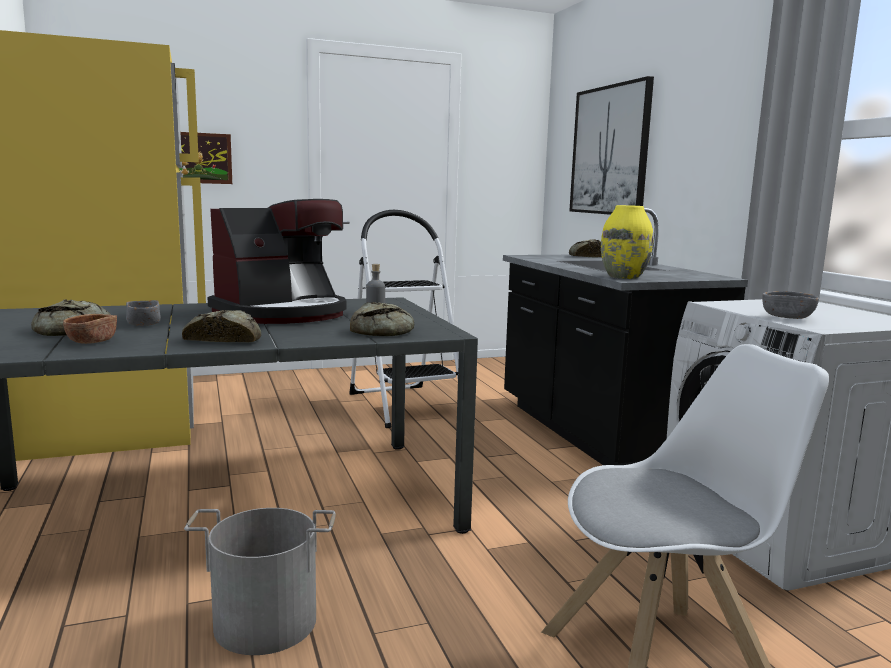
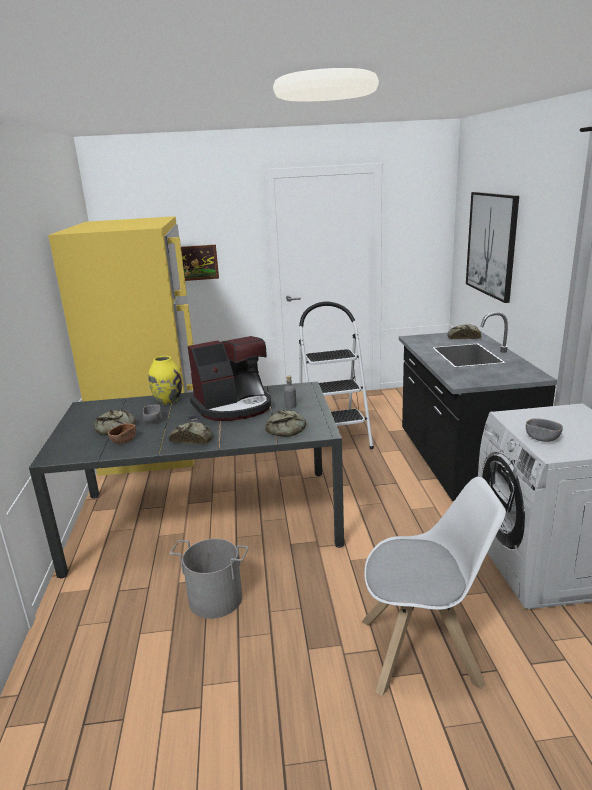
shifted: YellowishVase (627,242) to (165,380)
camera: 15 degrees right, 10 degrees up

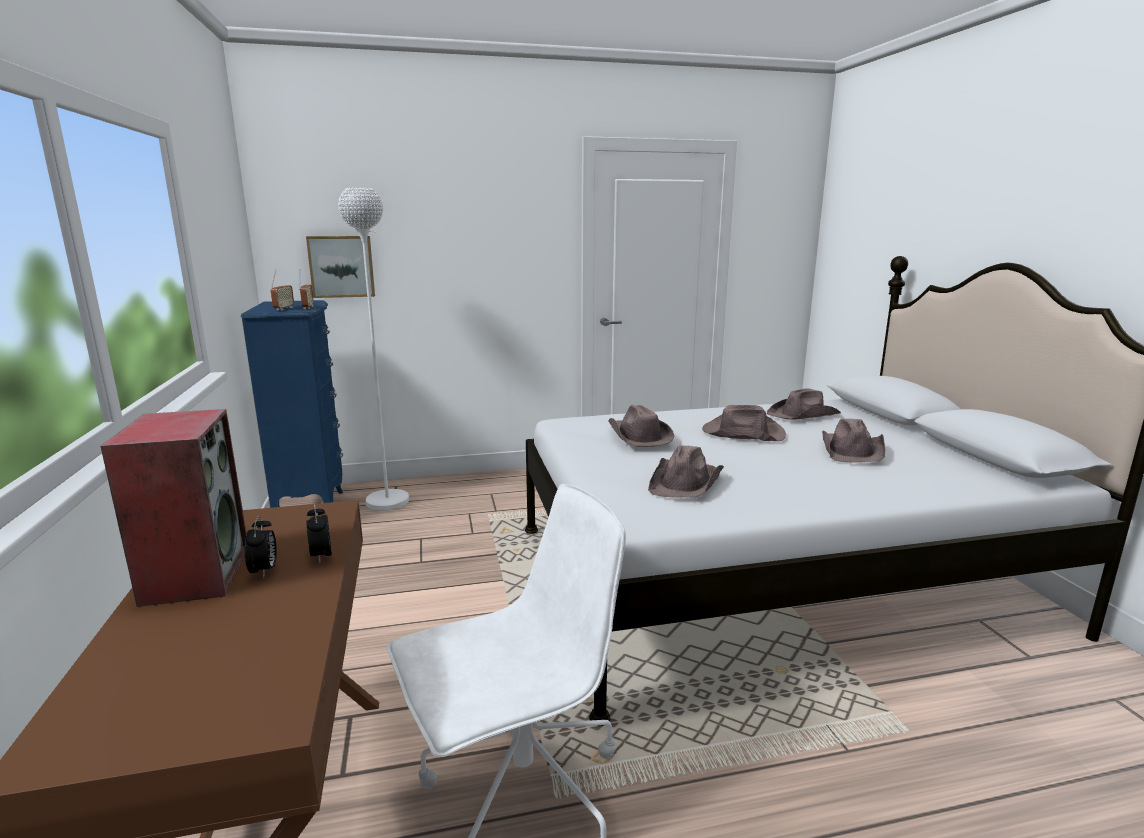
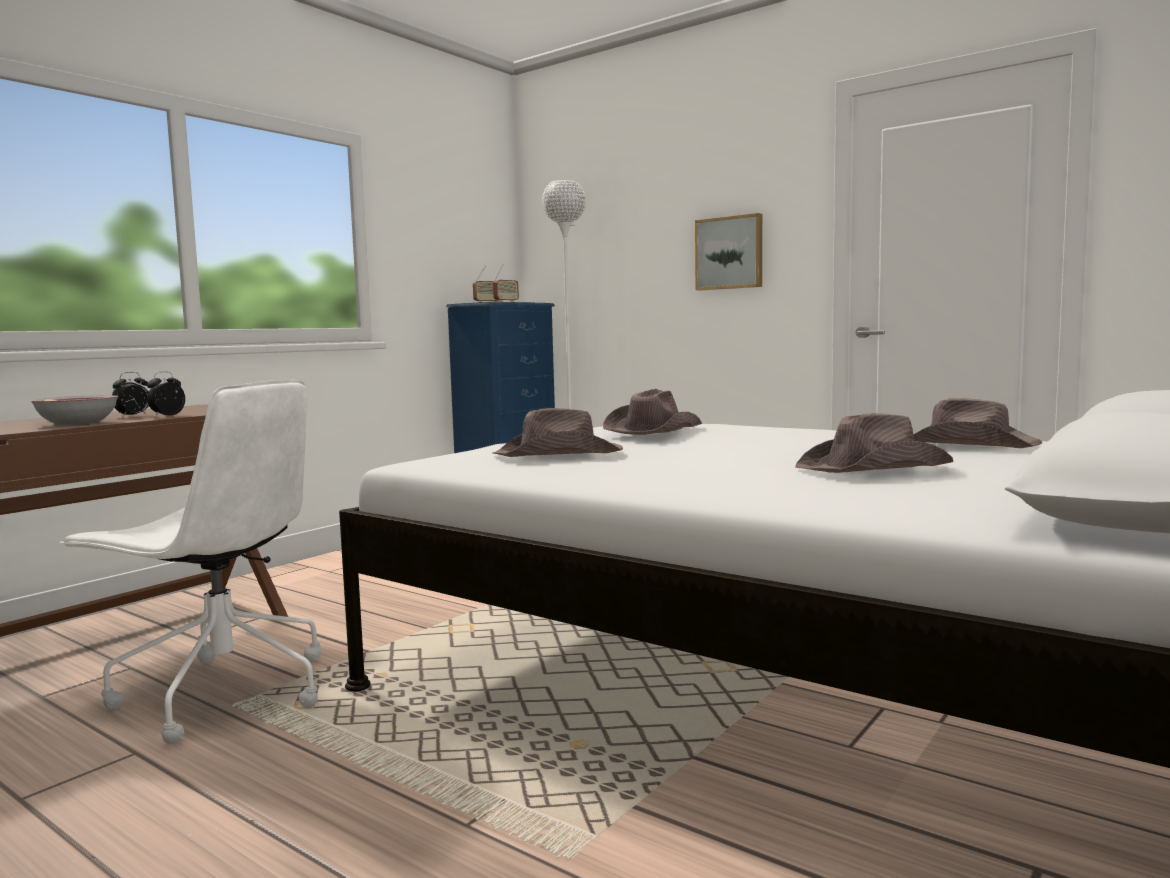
gone: BrownishWearableHat (744,423); AudioSpeaker (173,508)
new: ServingBowl (74,410)
shifted: Picture (340,267) to (728,251)
camera: 50 degrees right, 10 degrees down

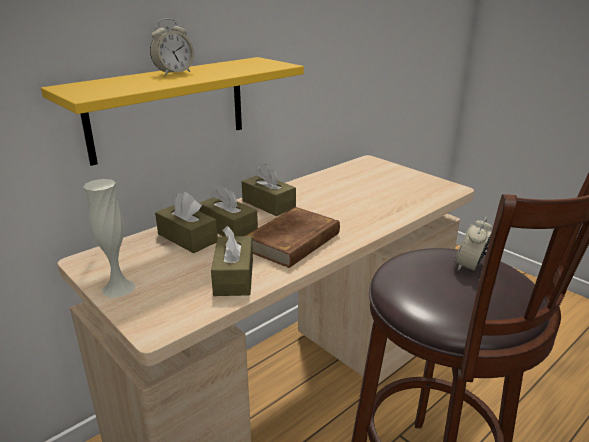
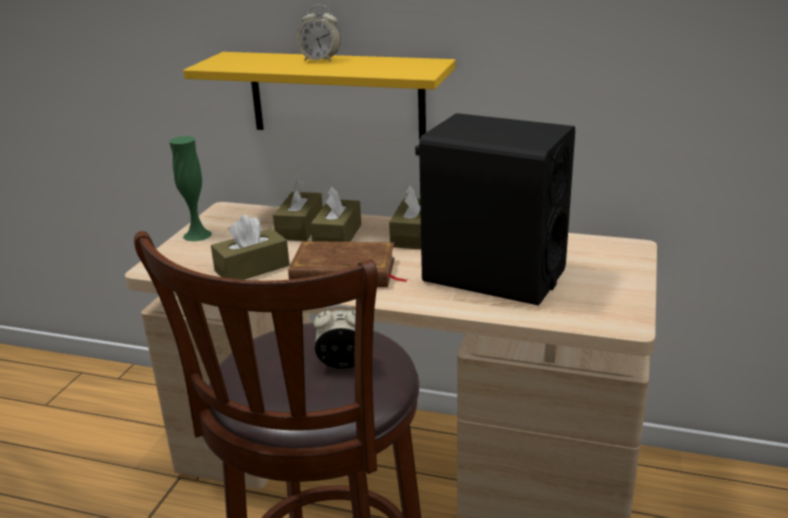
new: BlackColouredAudioSpeaker (495,209)
repainted: WhitishVase (109,238) to GreenishVase (190,189)
camera: 60 degrees right, 0 degrees up

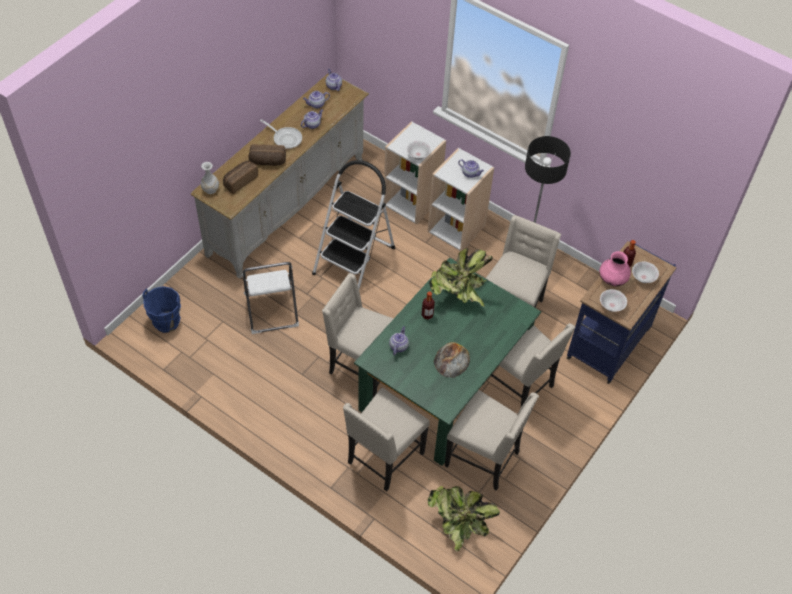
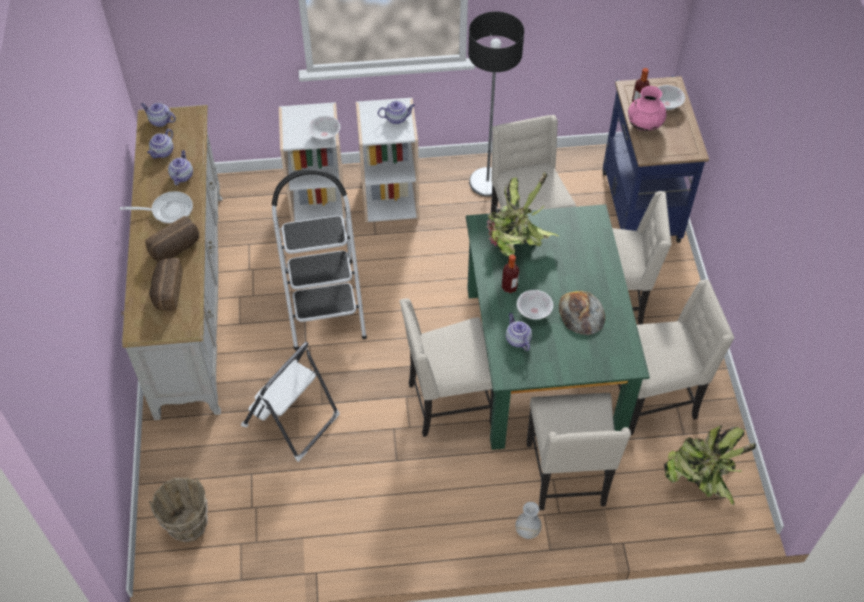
shifted: WhitishVase (210,178) to (528,520); WhitishServingBowl (613,300) to (535,305)
repainted: BlueBucket (161,309) to BrownishBucket (178,510)
camera: 40 degrees left, 0 degrees up

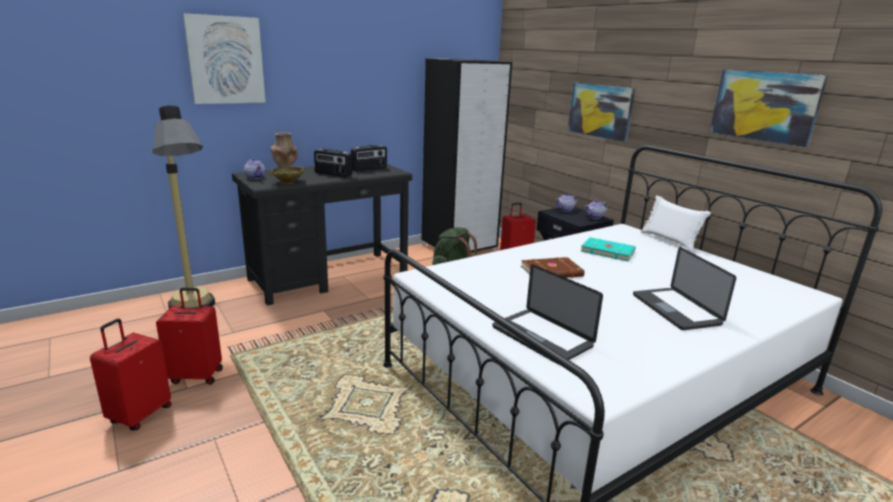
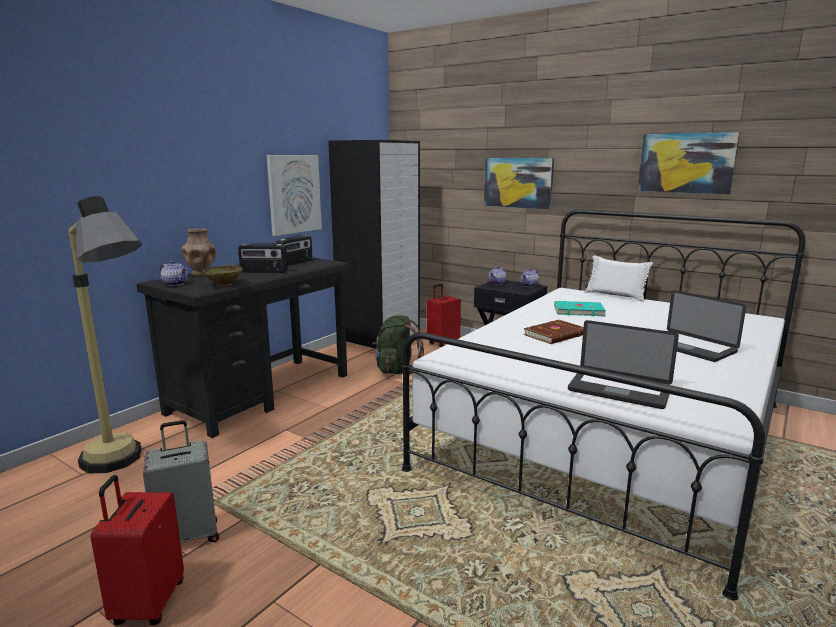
shifted: Picture (224,58) to (294,195)
repainted: ReddishTravelCase (189,336) to GrayTravelCase (181,481)
camera: 20 degrees left, 5 degrees down

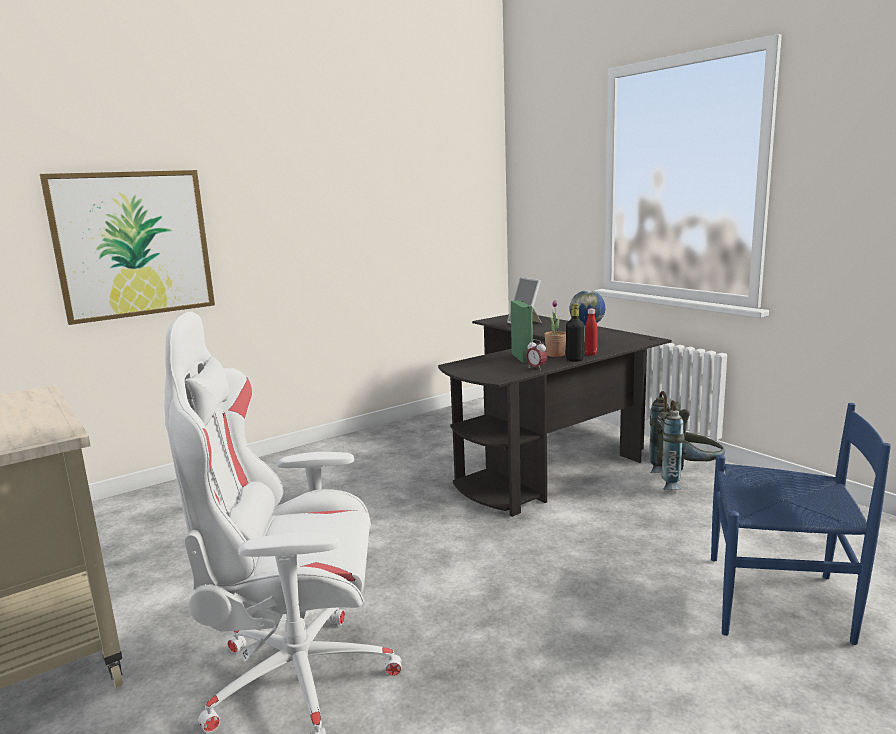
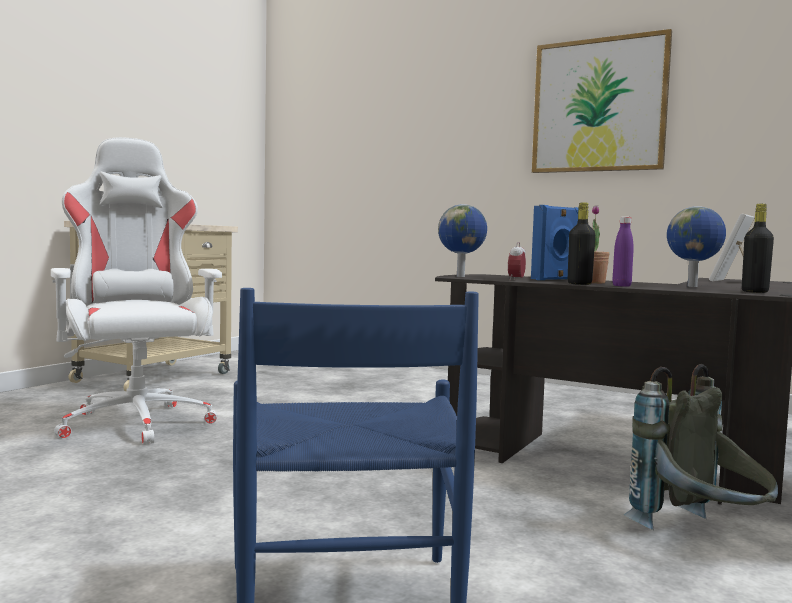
new: DeskGlobe (462,240); BlackColouredDrinkBottle (758,248)
shifted: Picture (127,247) to (602,101)
repainted: GreenishAudioSpeaker (522,331) to BlueAudioSpeaker (555,242); ReddishDrinkBottle (591,332) to PurplishDrinkBottle (623,252)
camera: 65 degrees right, 10 degrees down

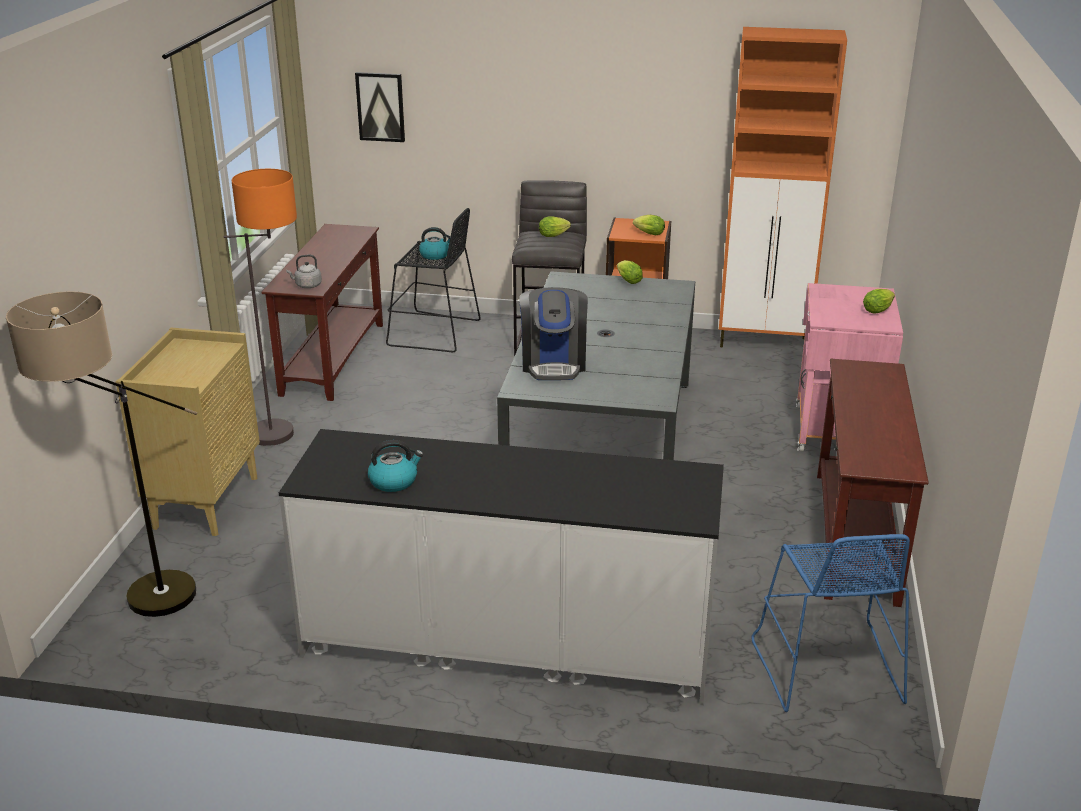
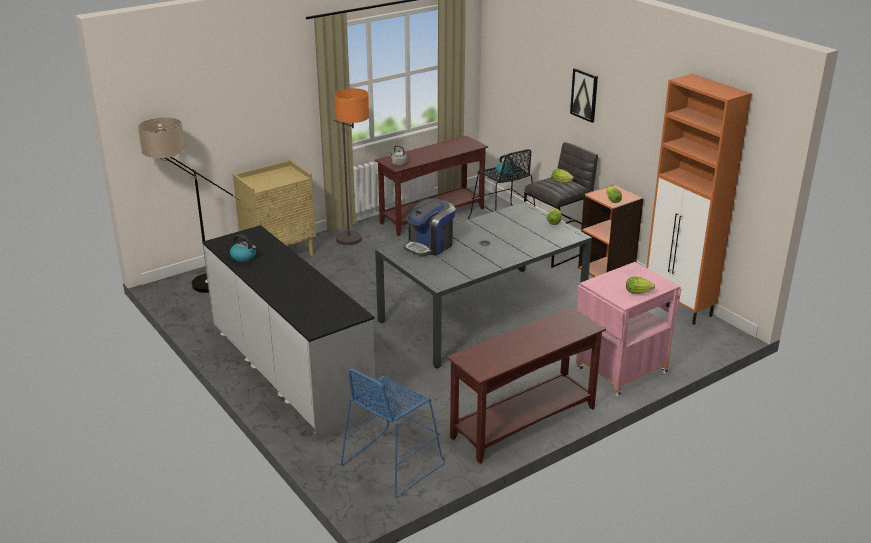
shifted: Picture (380,107) to (584,95)
camera: 45 degrees right, 0 degrees up

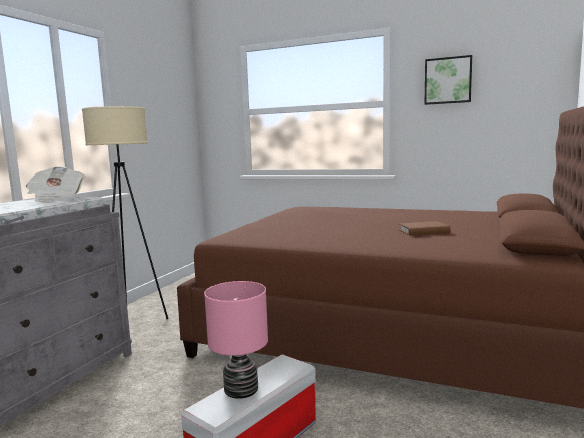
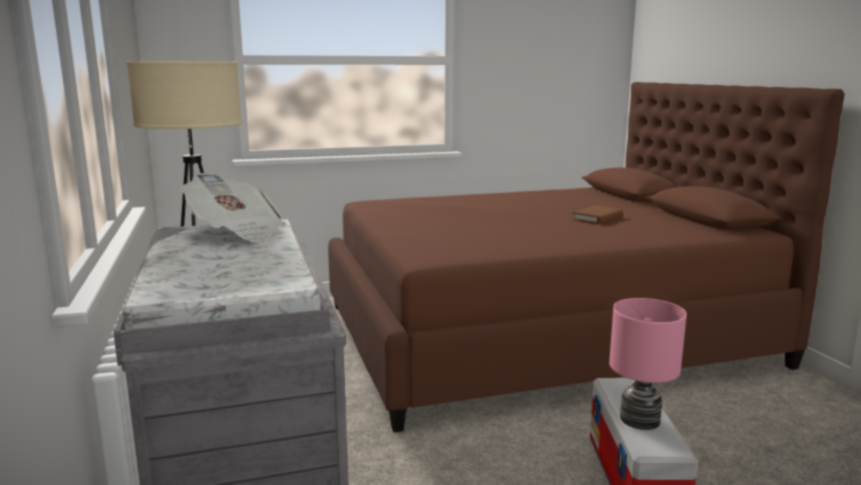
gone: Picture (448,80)
camera: 40 degrees left, 5 degrees up

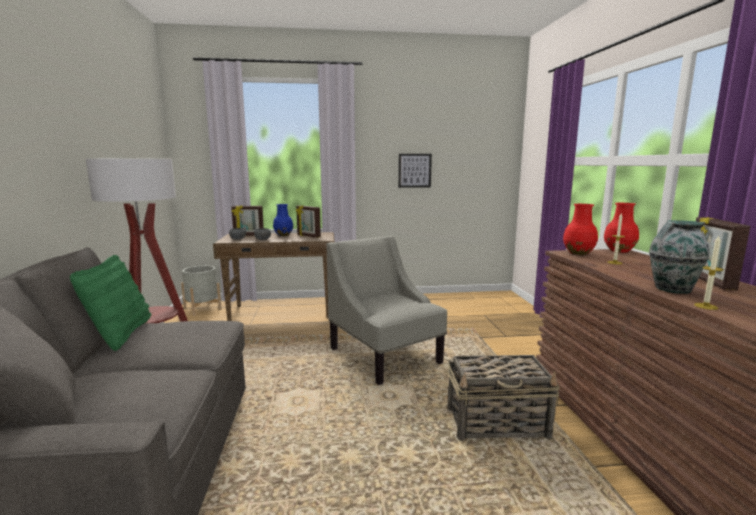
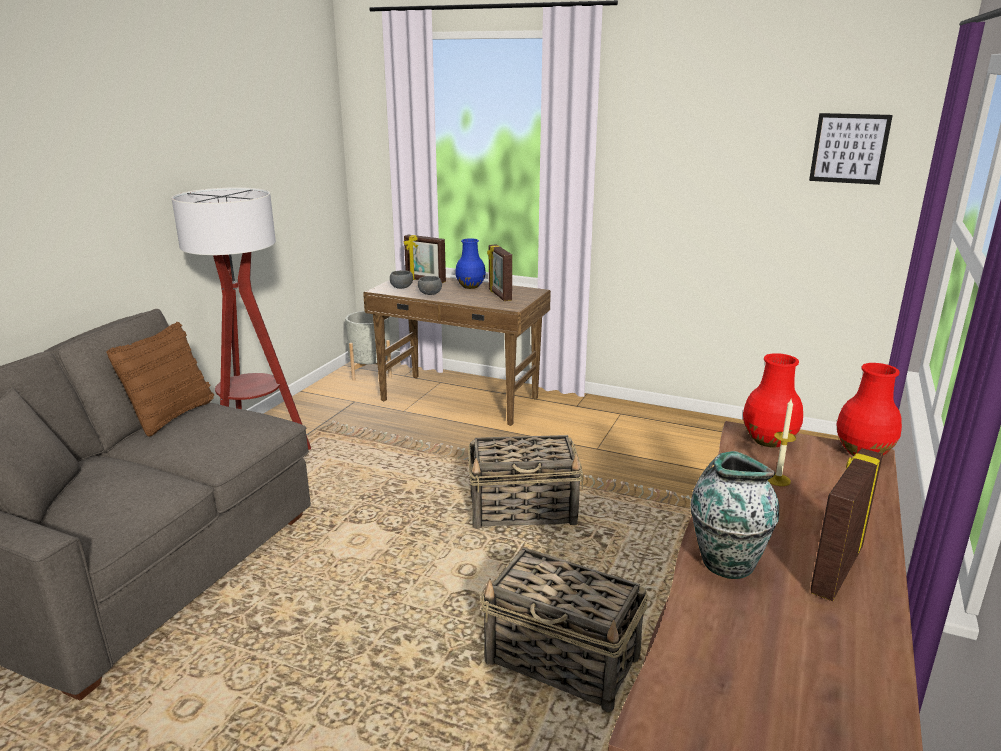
gone: Candle (708,273)
shifted: Picture (415,171) to (851,149)
swapped: GrayEasyChair (386,310) to Basket (525,482)
repainted: GreenishPillow (111,303) to BrownishPillow (160,379)
camera: 30 degrees right, 10 degrees up

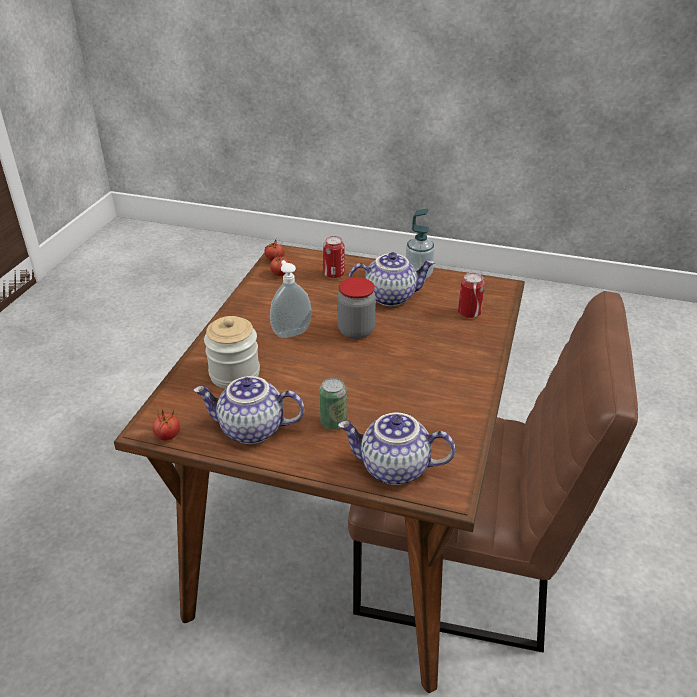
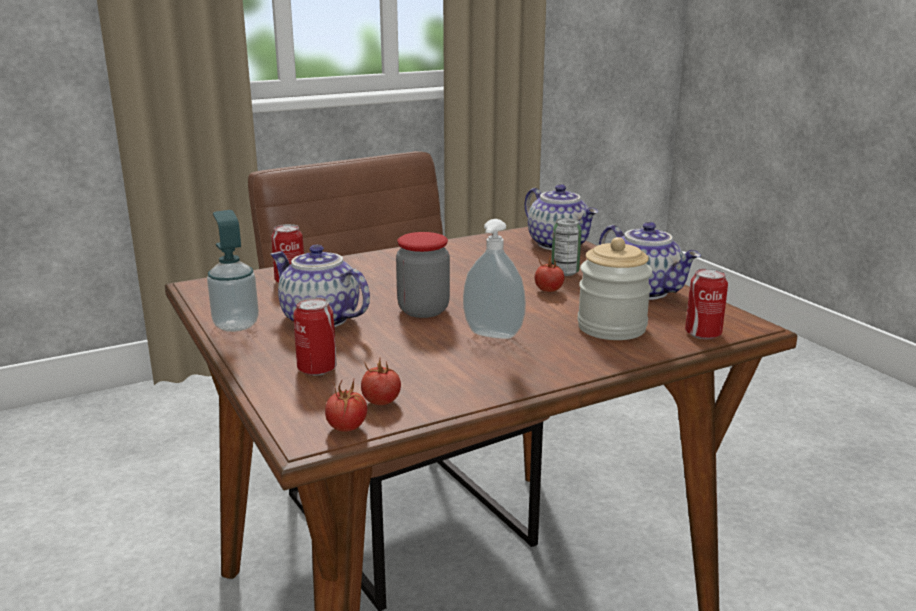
new: MetalCan (706,304)
shifted: FreshTomato (166,425) to (549,273)
camera: 135 degrees left, 15 degrees down

